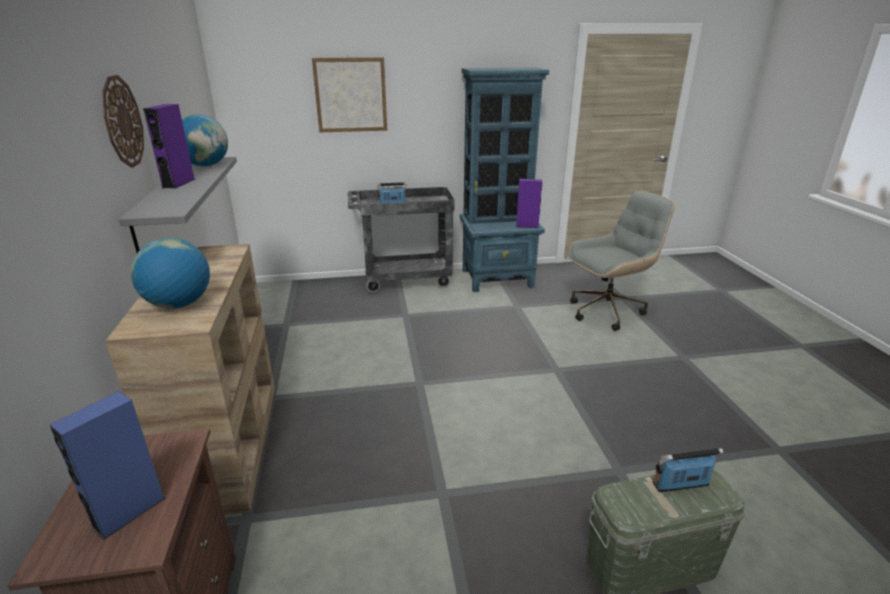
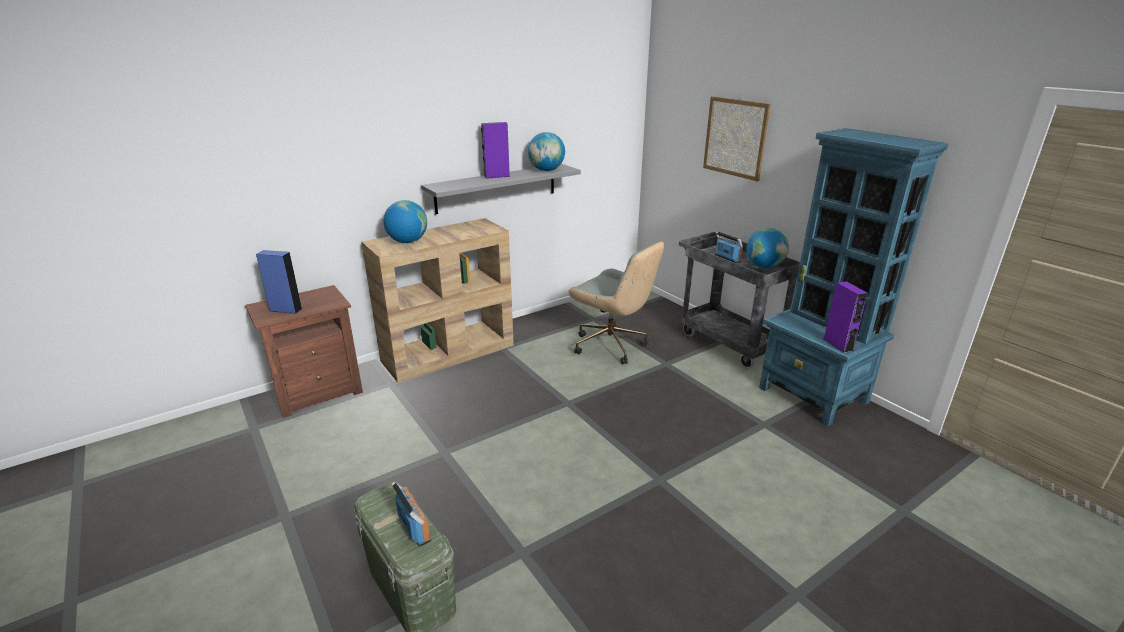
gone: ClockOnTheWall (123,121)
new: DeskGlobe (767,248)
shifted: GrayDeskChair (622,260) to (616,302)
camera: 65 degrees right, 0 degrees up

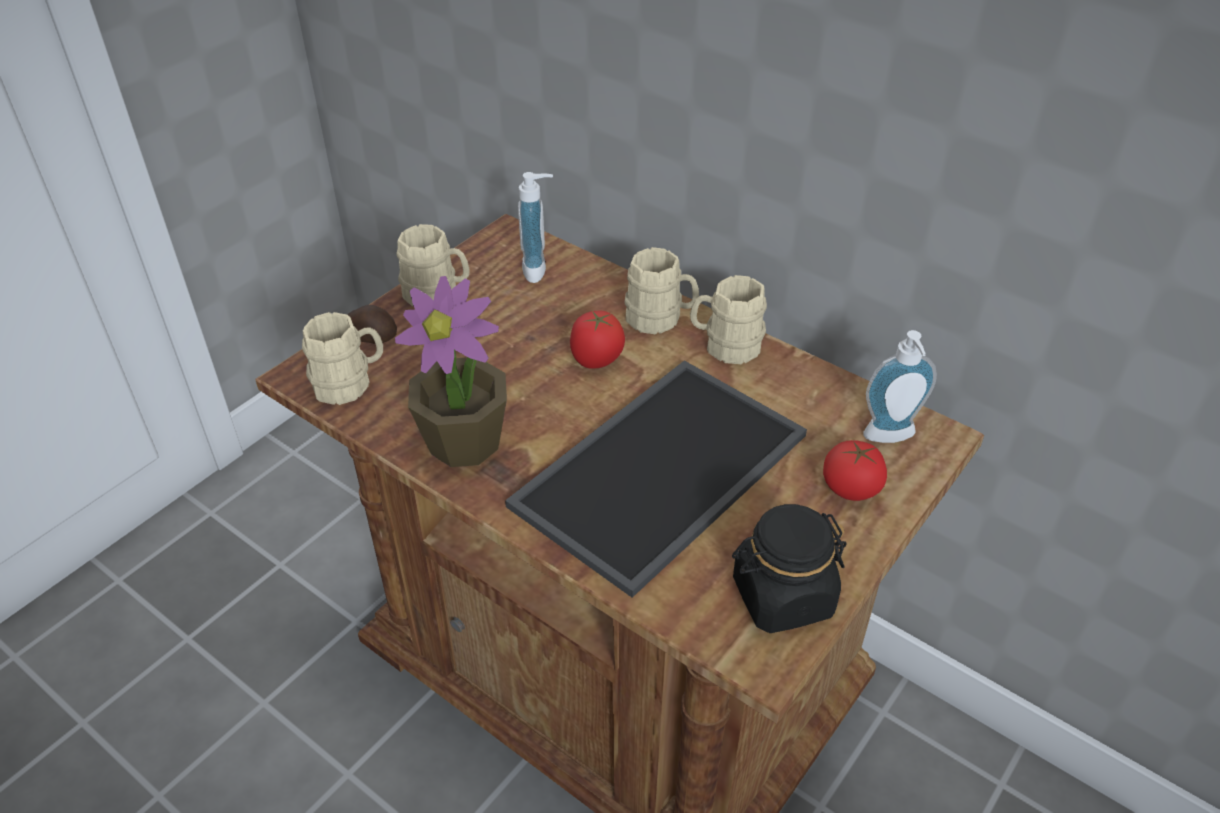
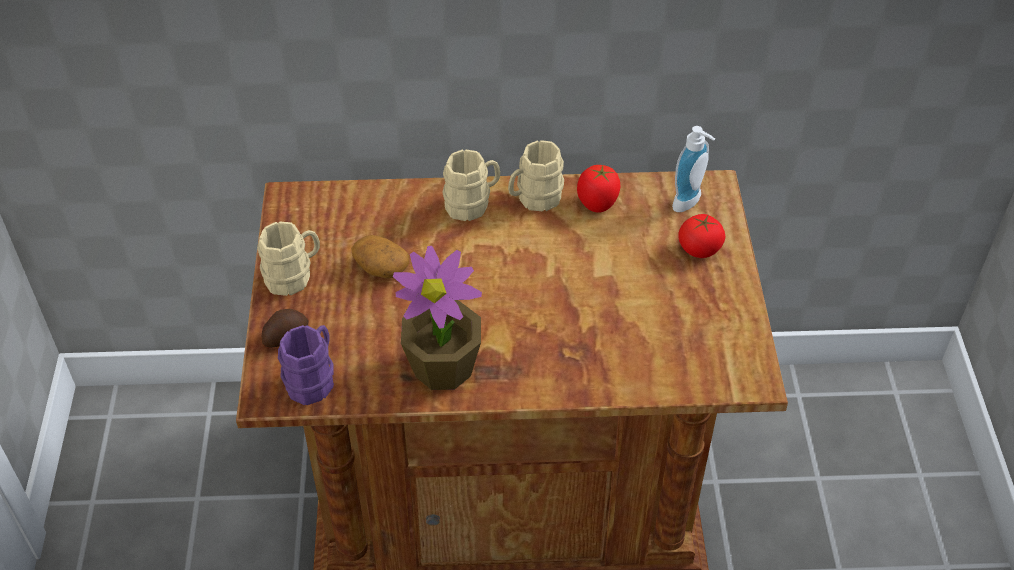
gone: SoapDispenser (535,227); CarryingTray (656,479); BlackColouredJar (789,568)
new: WholePotato (380,256)
shifted: FreshTomato (597,340) to (599,189)
repainted: SandColouredMug (342,358) to PurplishMug (306,365)
camera: 40 degrees left, 5 degrees up

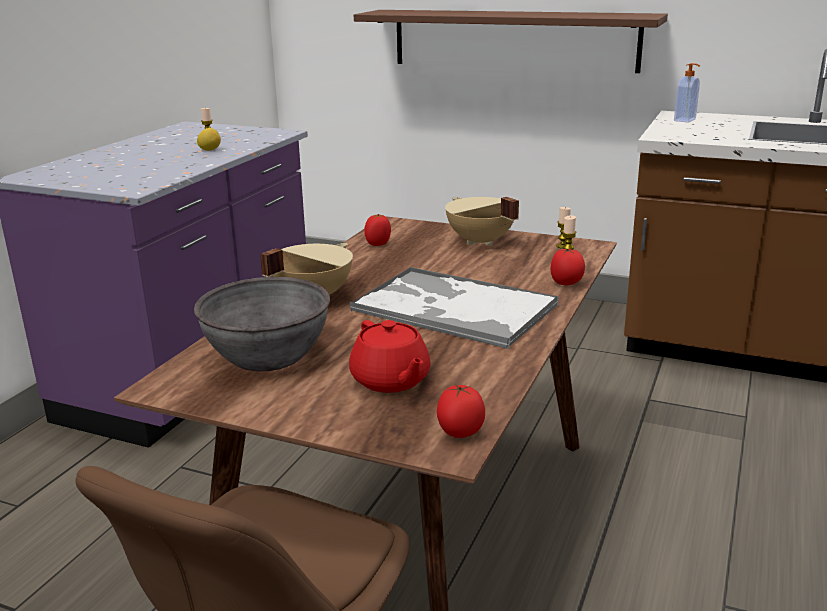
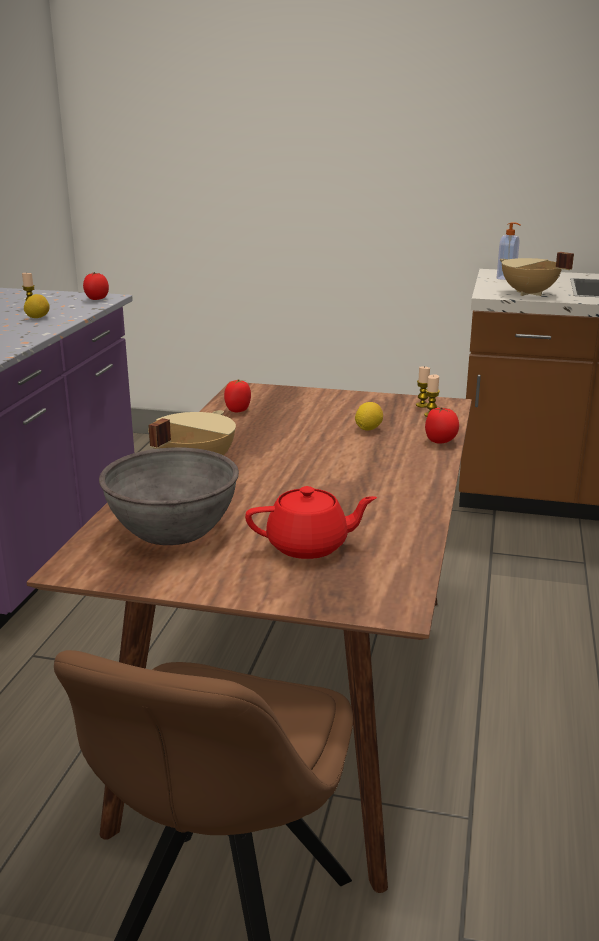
gone: BrownishBracketShelf (511,41); CarryingTray (454,308)
new: Lemon (369,416)
shifted: SandColouredCookingPot (482,221) to (537,274); FreshTomato (461,411) to (96,286)
rotated: ReddishTeaPot (390,356) = (311,522) 60 degrees counterclockwise
camera: 10 degrees left, 0 degrees up

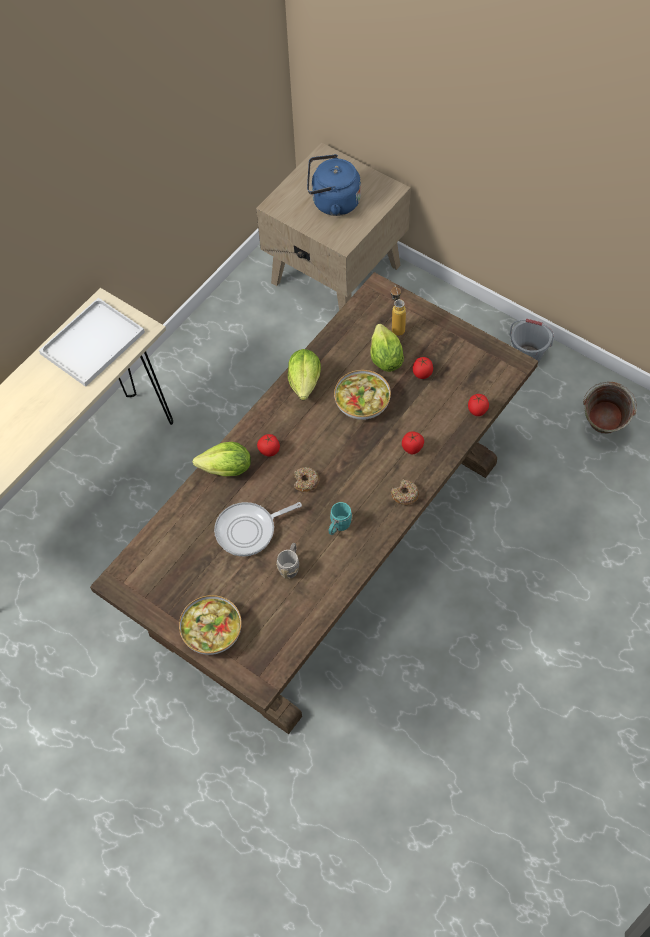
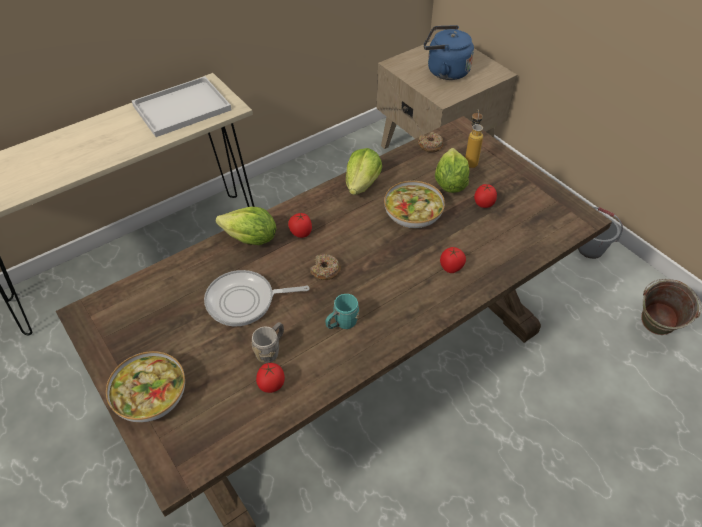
shifted: FreshTomato (478,405) to (270,378); RingDoughnut (405,492) to (430,142)
camera: 15 degrees right, 10 degrees down

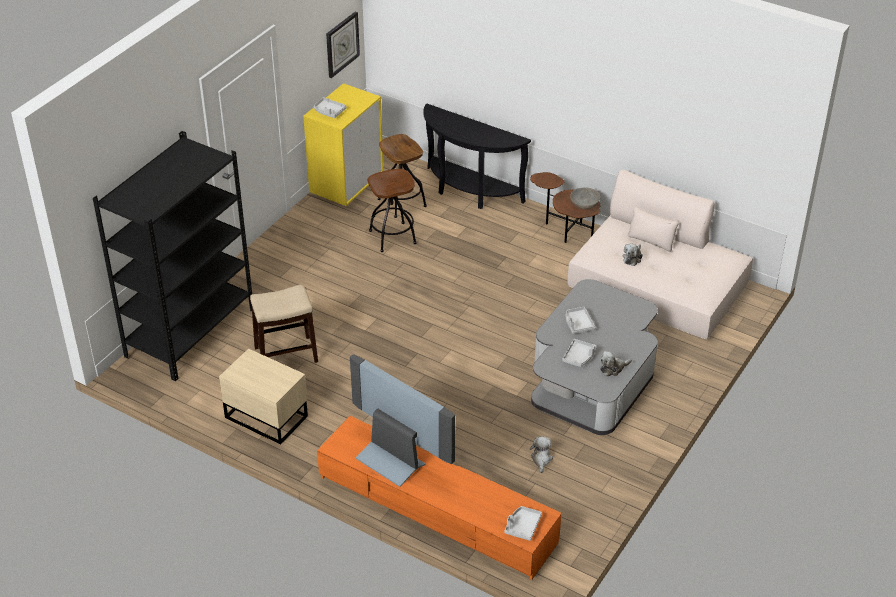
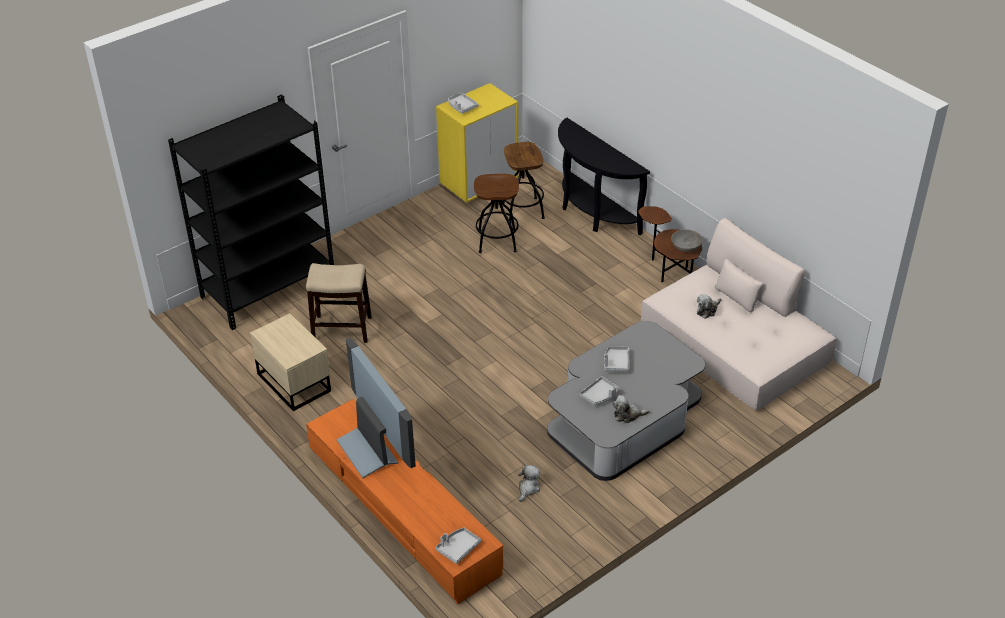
gone: ClockOnTheWall (343,45)
camera: 20 degrees right, 0 degrees up

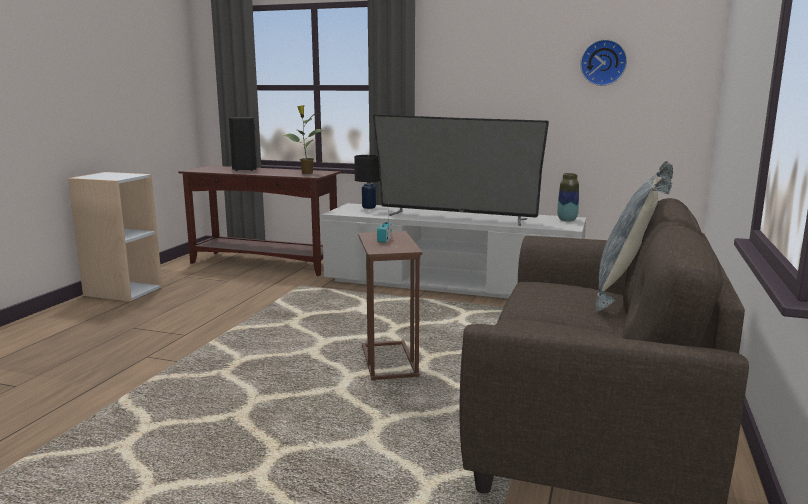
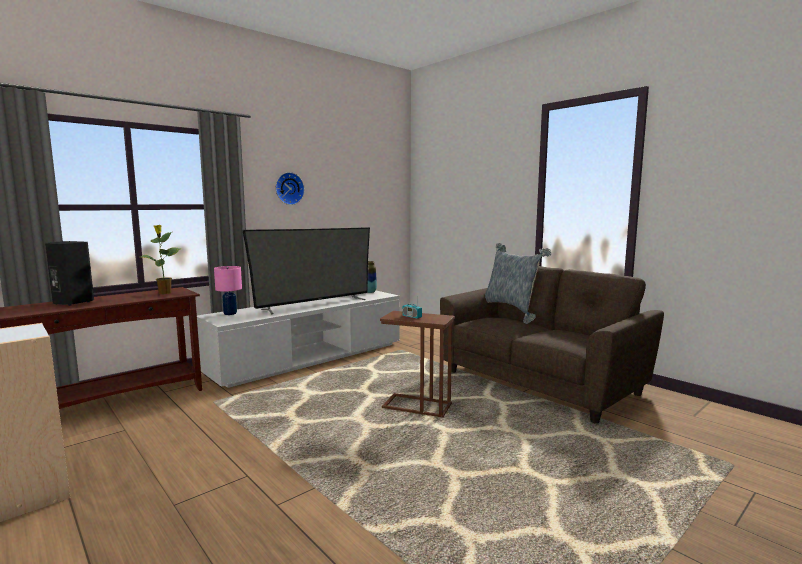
shifted: ClockOnTheWall (603,62) to (290,188)
repainted: BlackColouredLampForATable (367,182) to PinkLampForATable (228,290)
camera: 60 degrees left, 5 degrees down

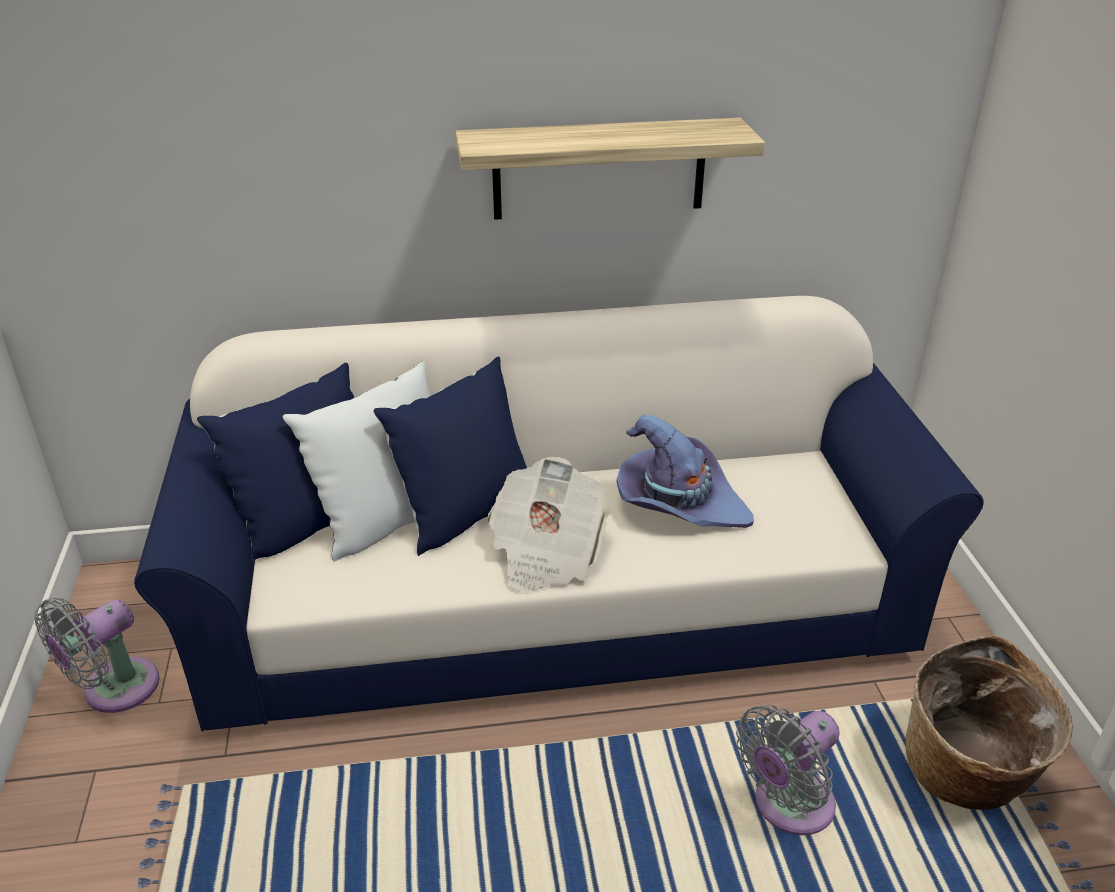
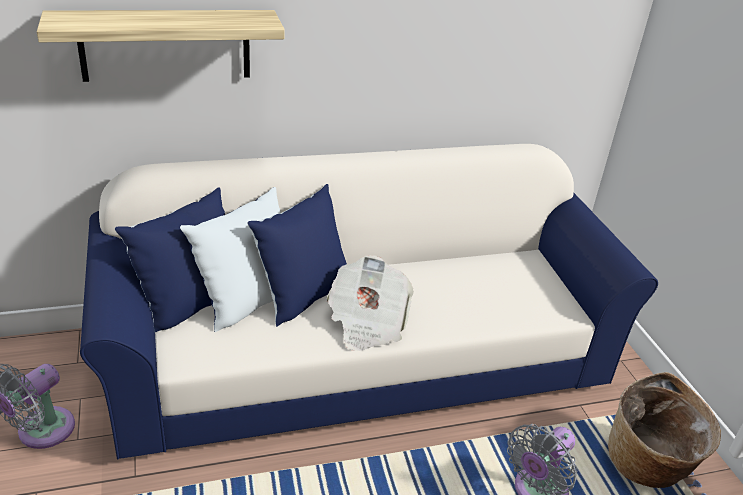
gone: PurplishWearableHat (685,471)
shifted: BracketShelf (610,169) to (161,46)
camera: 10 degrees left, 0 degrees up

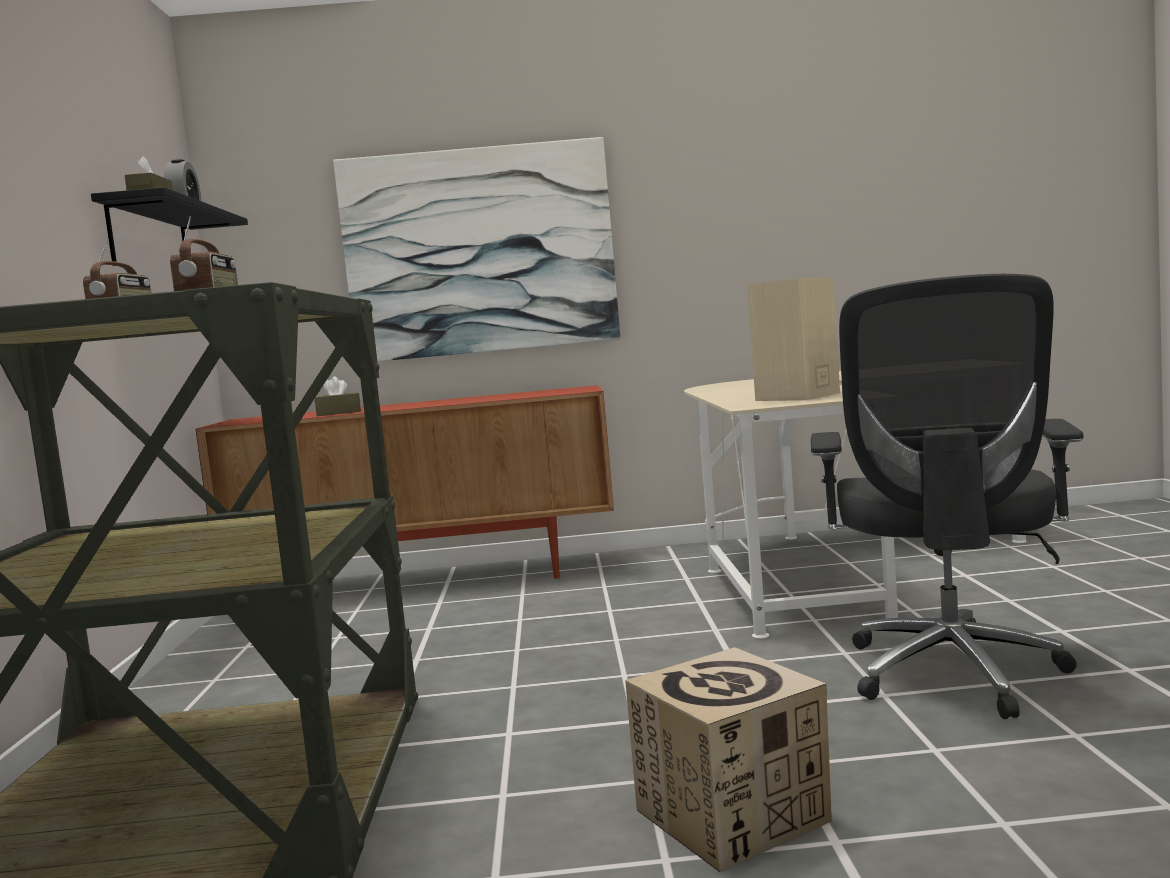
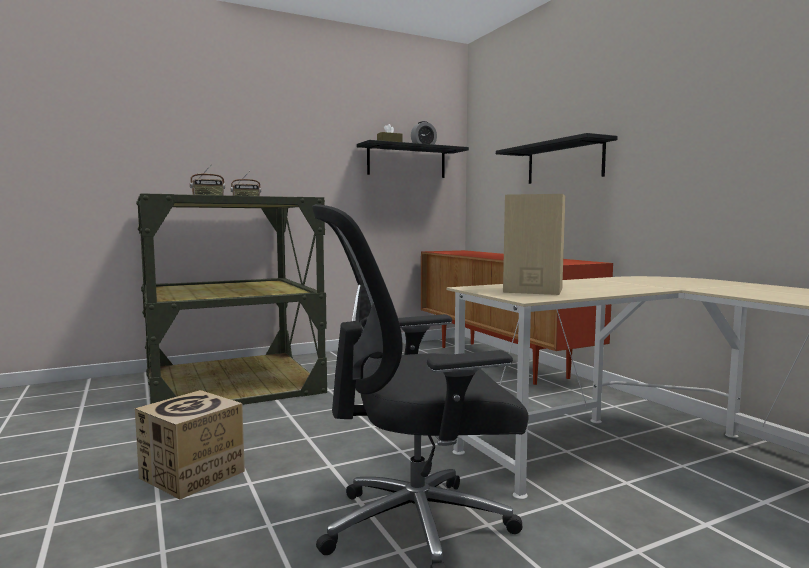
gone: BrownishTissueBox (337,396)
swapped: Picture (476,249) to BlackColouredBracketShelf (557,158)
camera: 65 degrees right, 0 degrees up

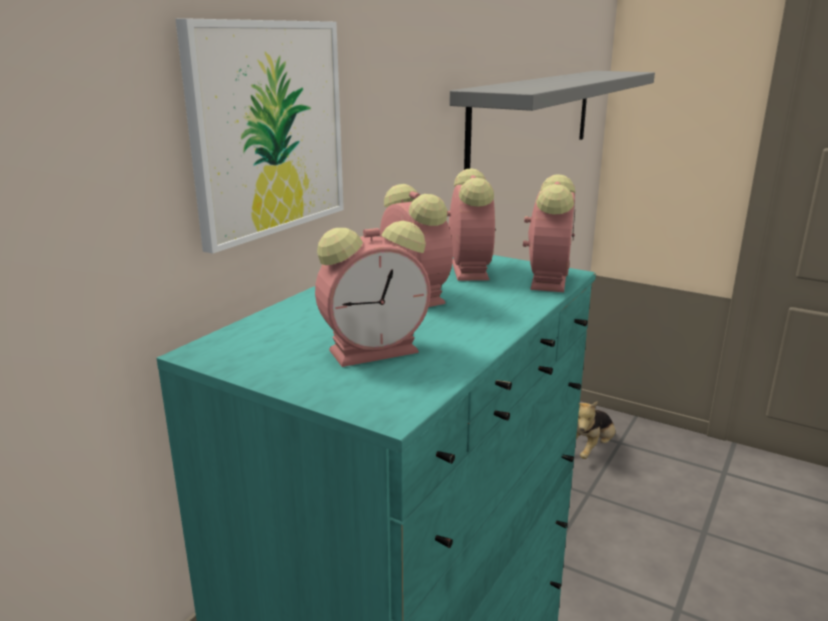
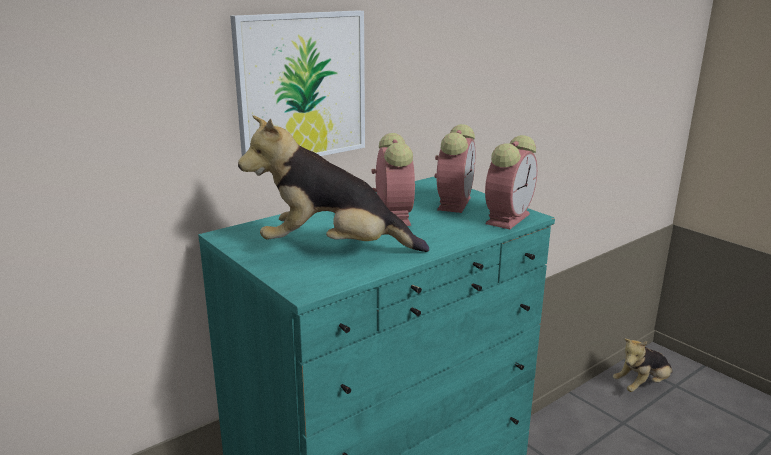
gone: GrayBracketShelf (552,120)
swapped: BedsideClock (373,294) to PlushToy (333,183)
camera: 20 degrees right, 0 degrees up

